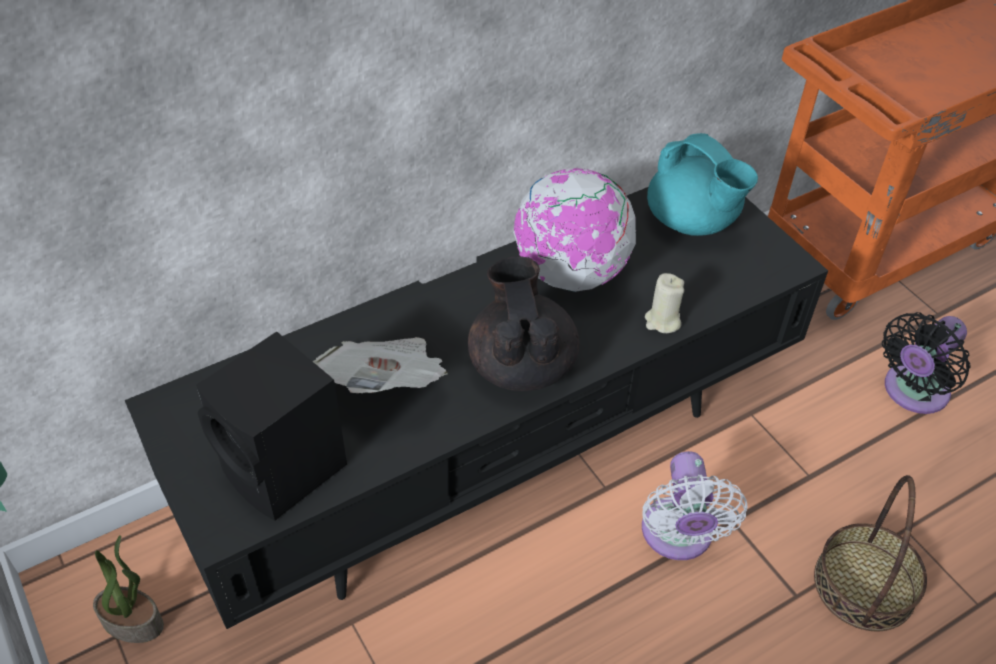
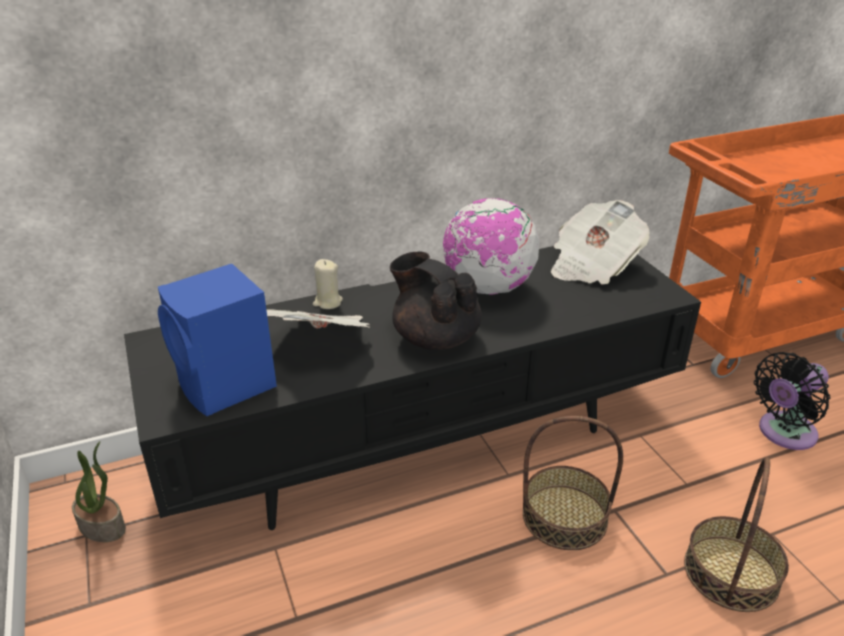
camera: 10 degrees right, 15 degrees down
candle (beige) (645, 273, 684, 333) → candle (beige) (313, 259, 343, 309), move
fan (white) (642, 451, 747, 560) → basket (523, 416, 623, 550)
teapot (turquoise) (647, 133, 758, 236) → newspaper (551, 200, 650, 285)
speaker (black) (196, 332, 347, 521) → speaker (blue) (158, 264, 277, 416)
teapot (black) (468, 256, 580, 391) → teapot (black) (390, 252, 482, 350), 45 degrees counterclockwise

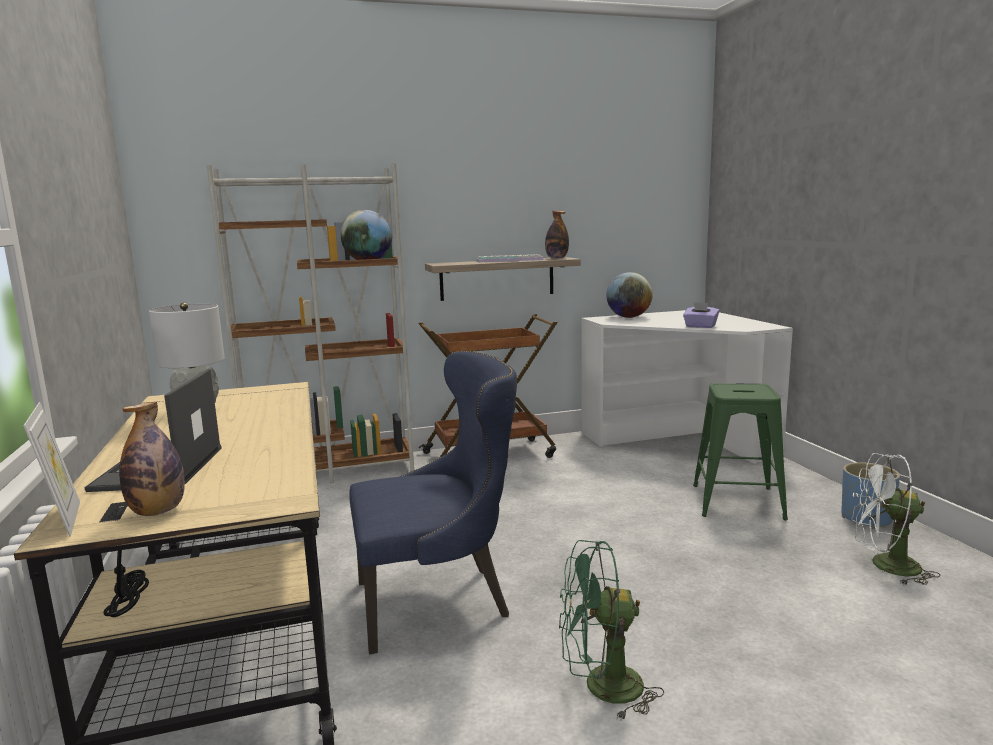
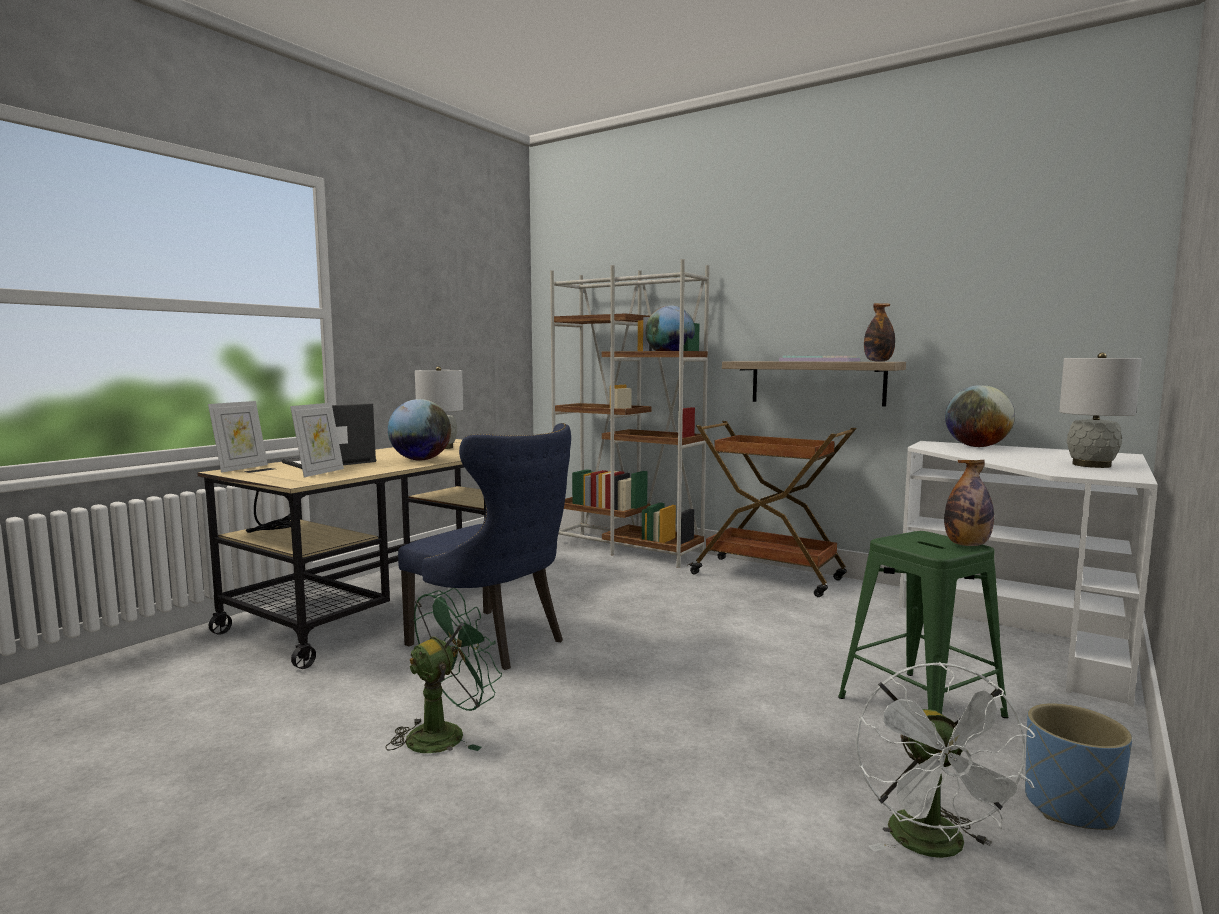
camera: 50 degrees right, 5 degrees down
tissue box (purple) (683, 302, 719, 328) → -
- → picture frame (290, 403, 344, 477)
- → globe (388, 399, 451, 461)
- → table lamp (white) (1059, 352, 1142, 468)
bottle (119, 402, 185, 516) → bottle (944, 460, 994, 546), move
fan (green) (559, 540, 664, 721) → fan (green) (385, 588, 502, 753), 90 degrees clockwise
fan (white) (851, 453, 940, 585) → fan (white) (856, 662, 1035, 858), 150 degrees counterclockwise

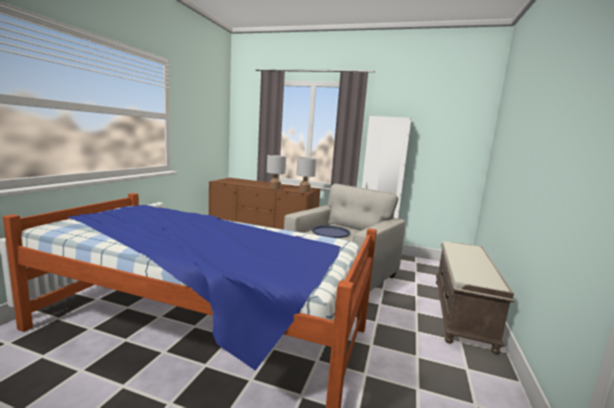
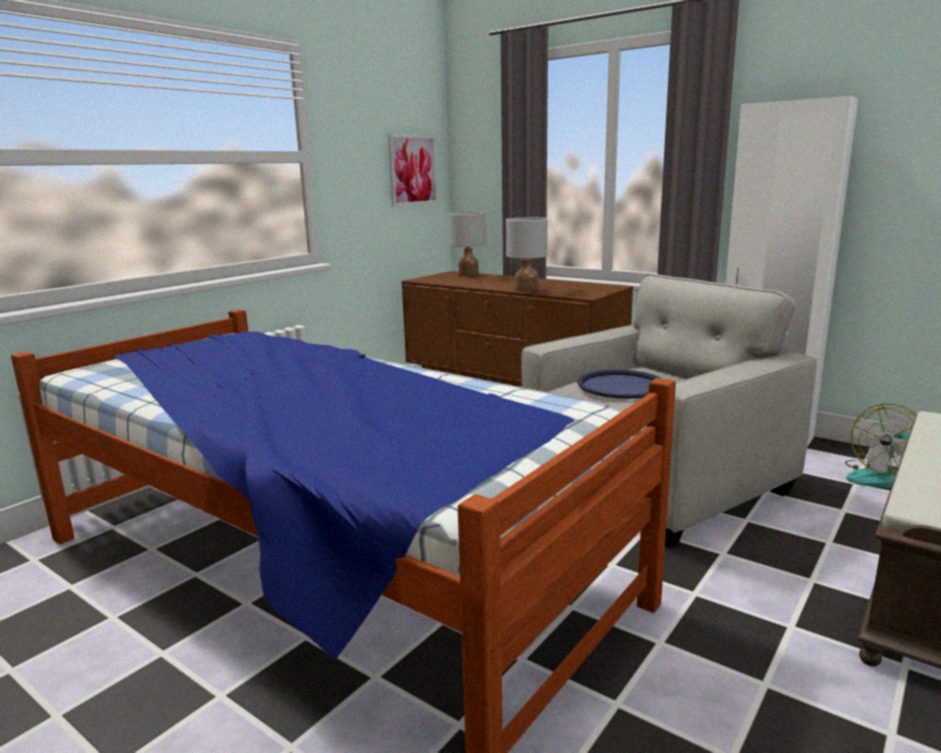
camera: 20 degrees right, 5 degrees up
- → picture (388, 134, 438, 206)
- → fan (845, 404, 917, 488)
table lamp (grey) (296, 157, 317, 192) → table lamp (grey) (450, 212, 486, 276), move

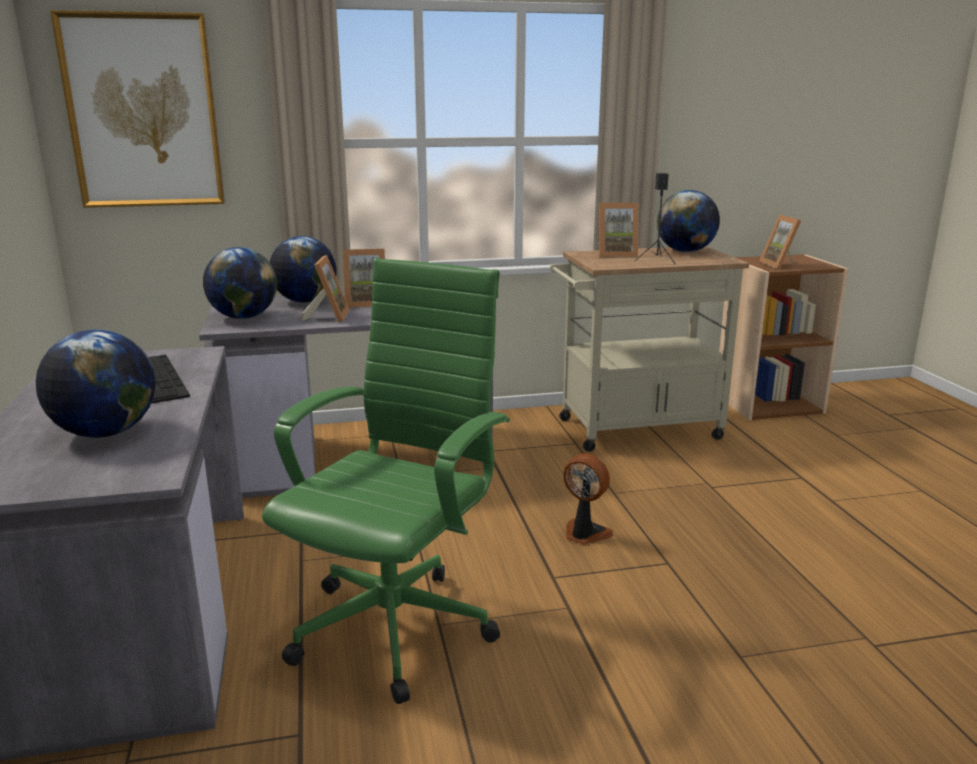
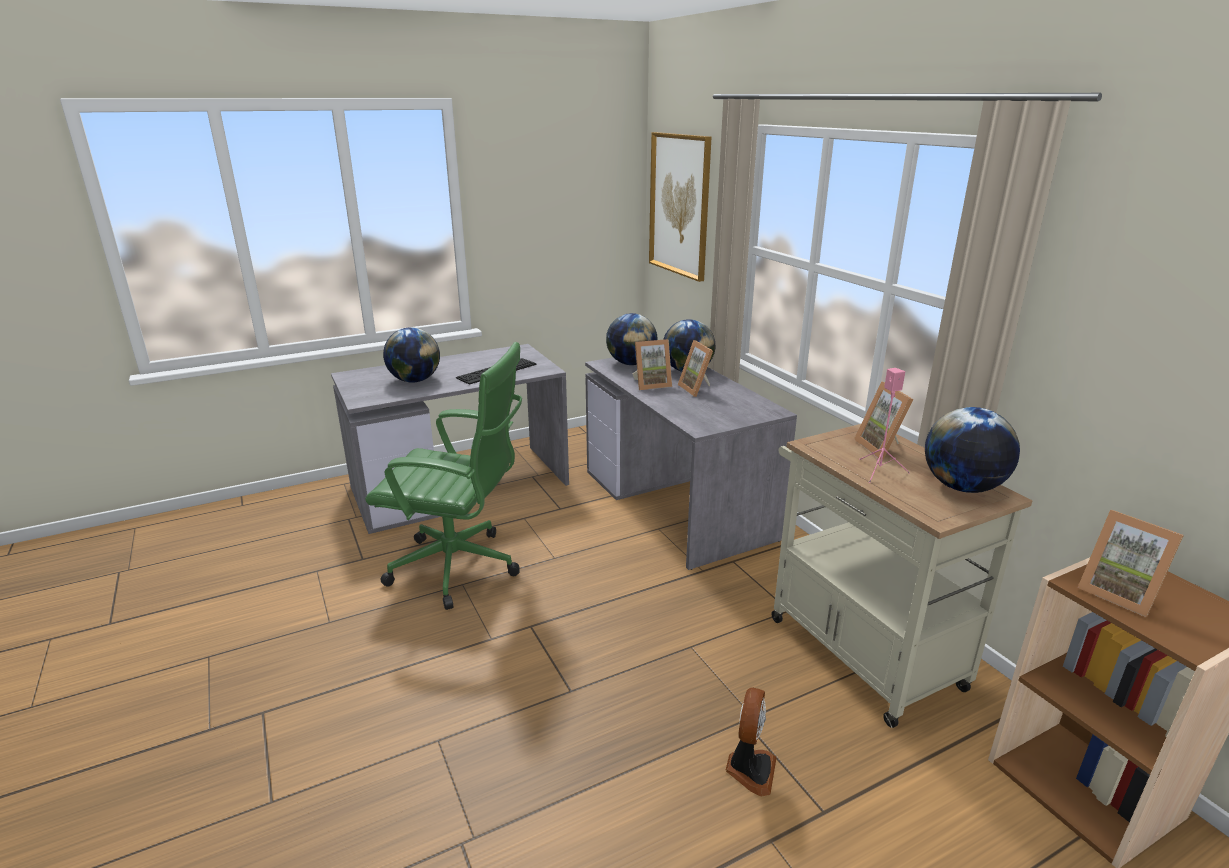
camera: 75 degrees right, 5 degrees up
fan (563, 453, 614, 545) → fan (726, 688, 777, 797), move
speaker (black) (635, 173, 675, 263) → speaker (pink) (859, 368, 910, 483)
picture frame (759, 214, 801, 270) → picture frame (1078, 510, 1184, 617), 105 degrees counterclockwise

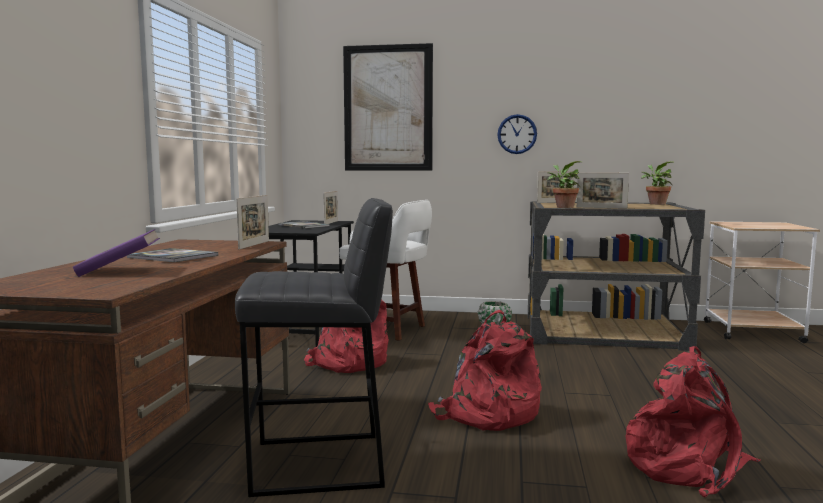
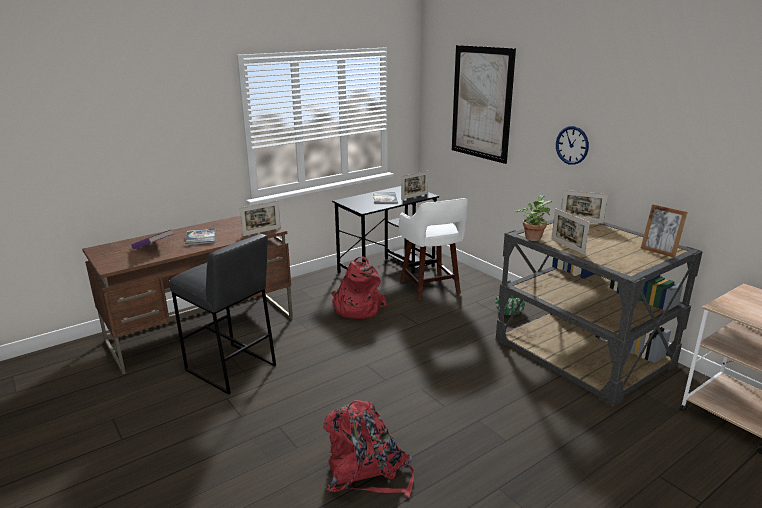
camera: 45 degrees right, 15 degrees up
backpack (red) (428, 310, 542, 431) → -
potted plant (641, 161, 675, 205) → picture frame (641, 204, 688, 258)

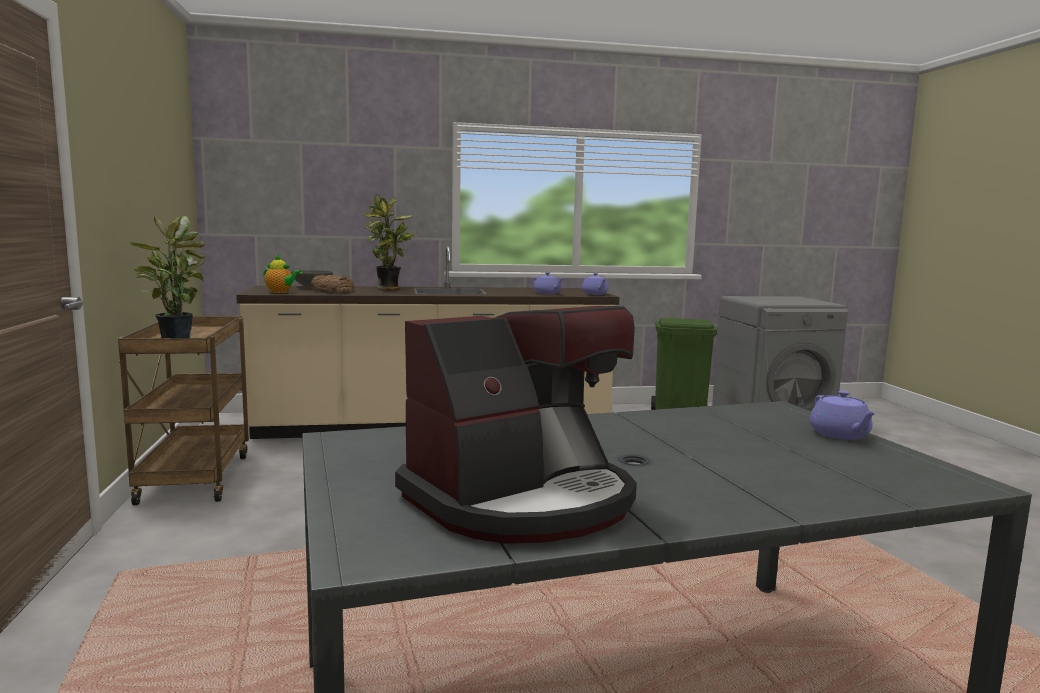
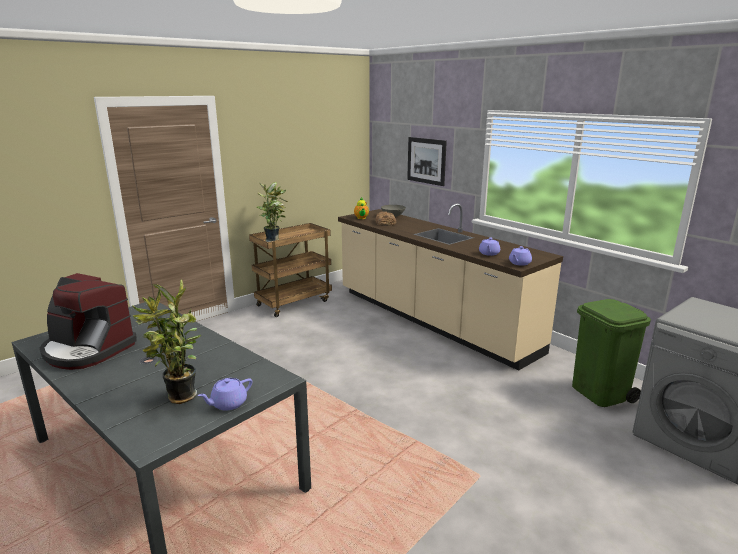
camera: 60 degrees right, 10 degrees up
- → picture (407, 137, 447, 186)
potted plant (363, 194, 415, 290) → potted plant (132, 279, 201, 404), move

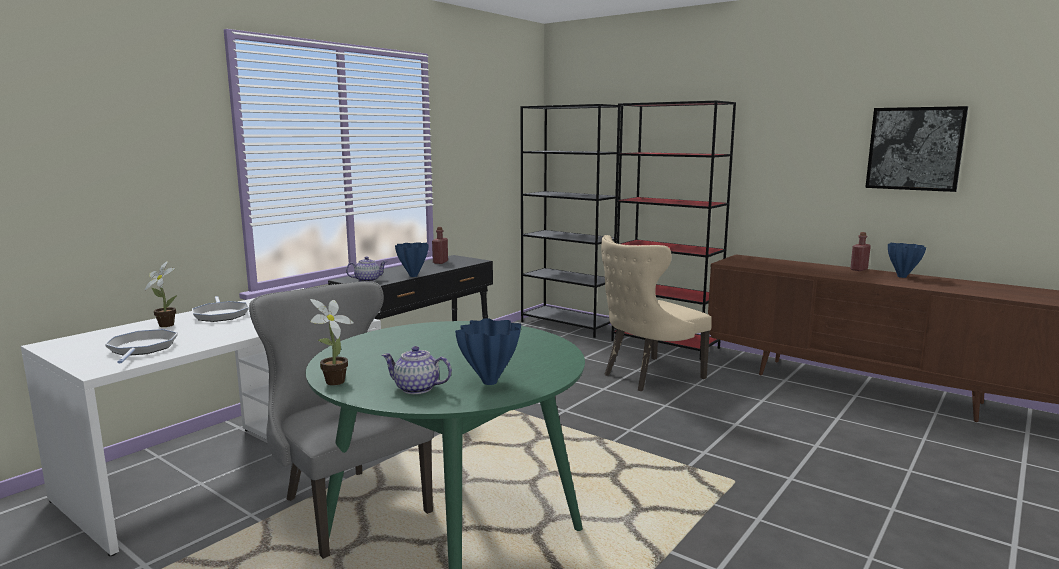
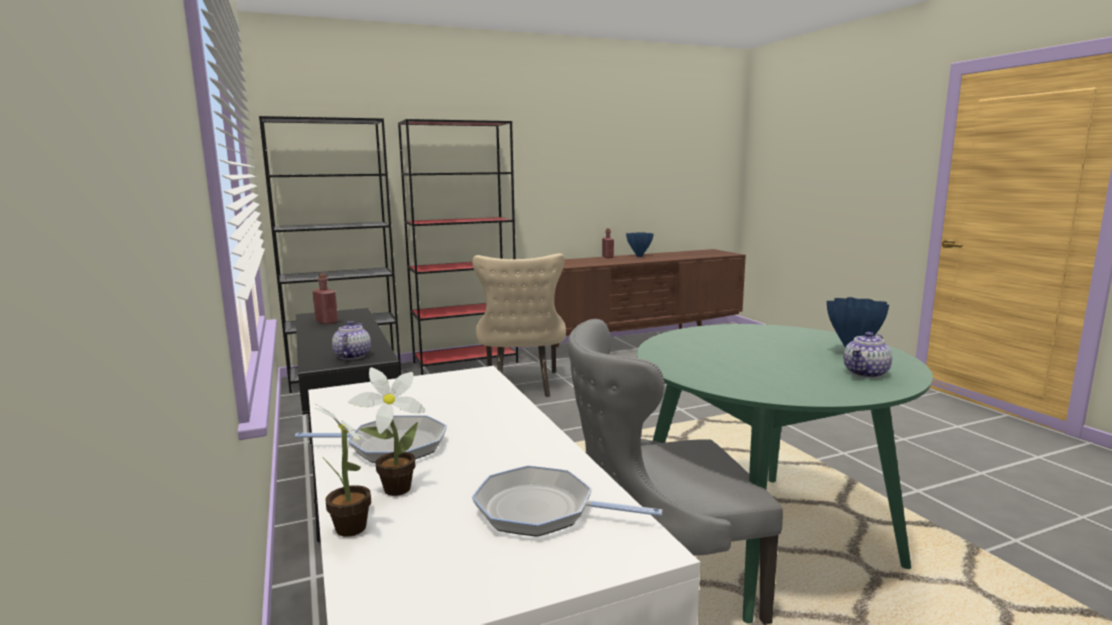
camera: 60 degrees left, 0 degrees up
vase (blue) (395, 242, 429, 277) → -
picture (865, 106, 968, 192) → -
potted plant (310, 299, 354, 385) → potted plant (315, 407, 380, 537), move

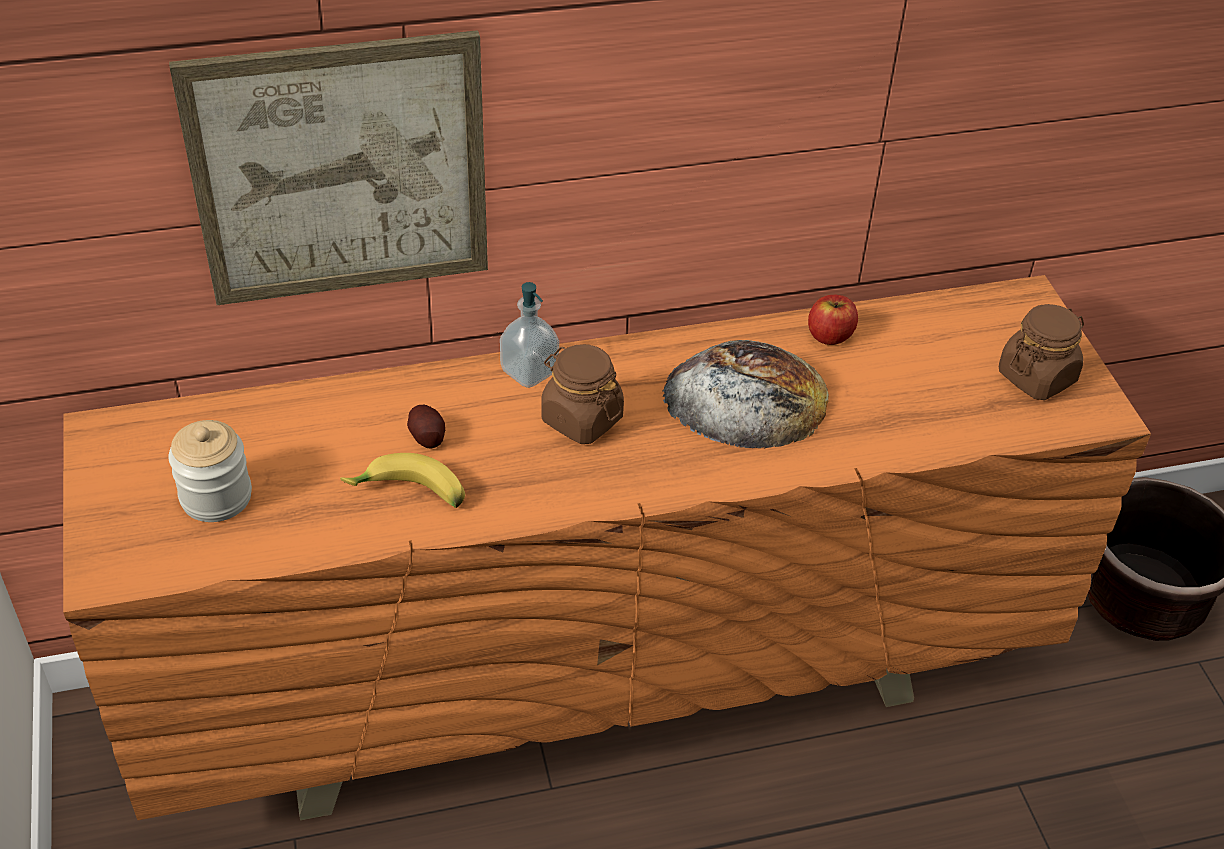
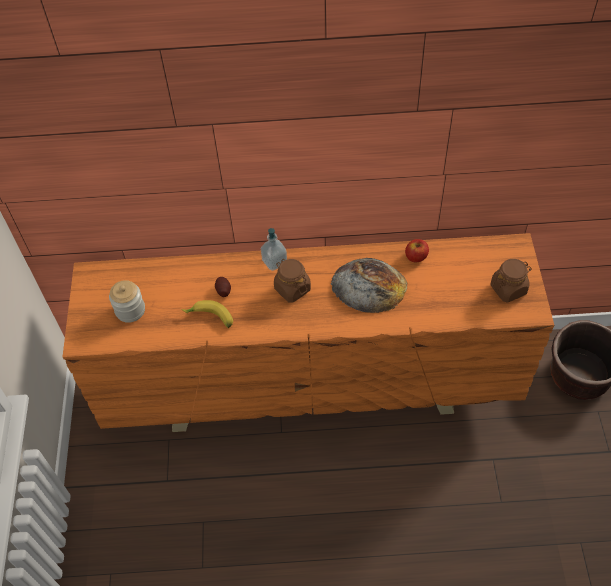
camera: 15 degrees right, 10 degrees up
picture (169, 30, 488, 305) → -

